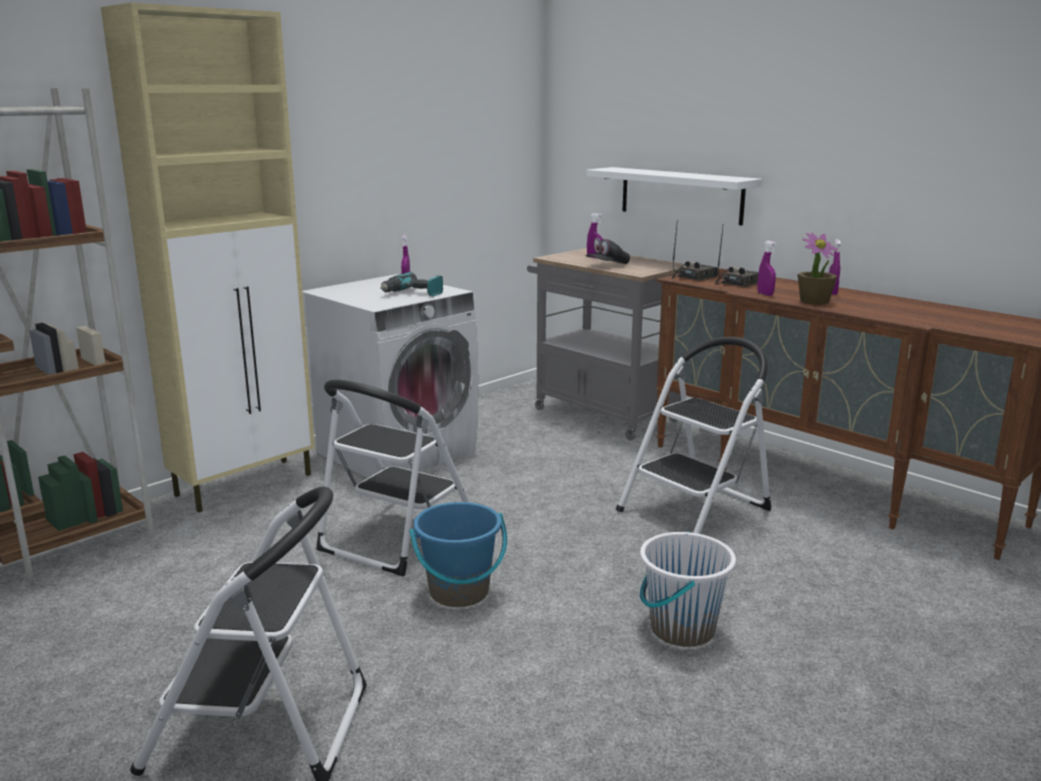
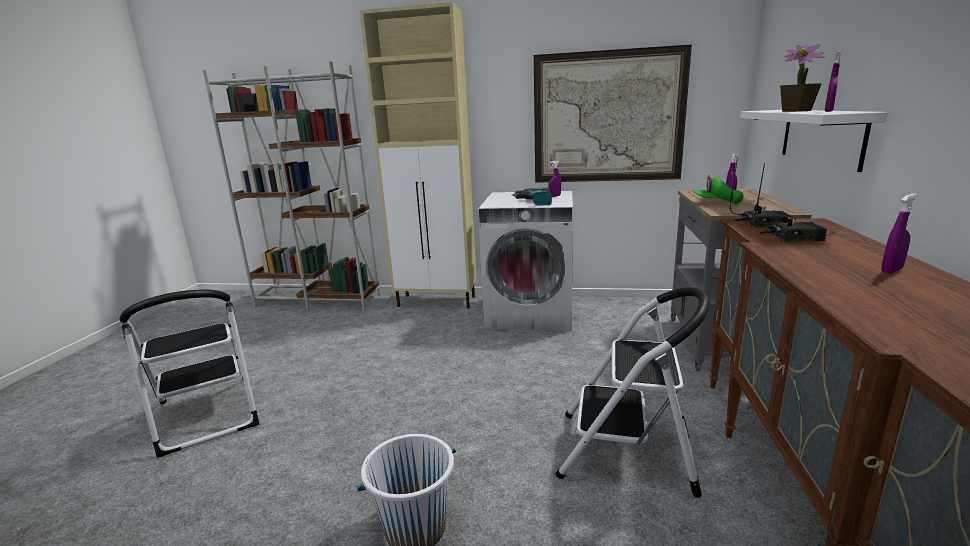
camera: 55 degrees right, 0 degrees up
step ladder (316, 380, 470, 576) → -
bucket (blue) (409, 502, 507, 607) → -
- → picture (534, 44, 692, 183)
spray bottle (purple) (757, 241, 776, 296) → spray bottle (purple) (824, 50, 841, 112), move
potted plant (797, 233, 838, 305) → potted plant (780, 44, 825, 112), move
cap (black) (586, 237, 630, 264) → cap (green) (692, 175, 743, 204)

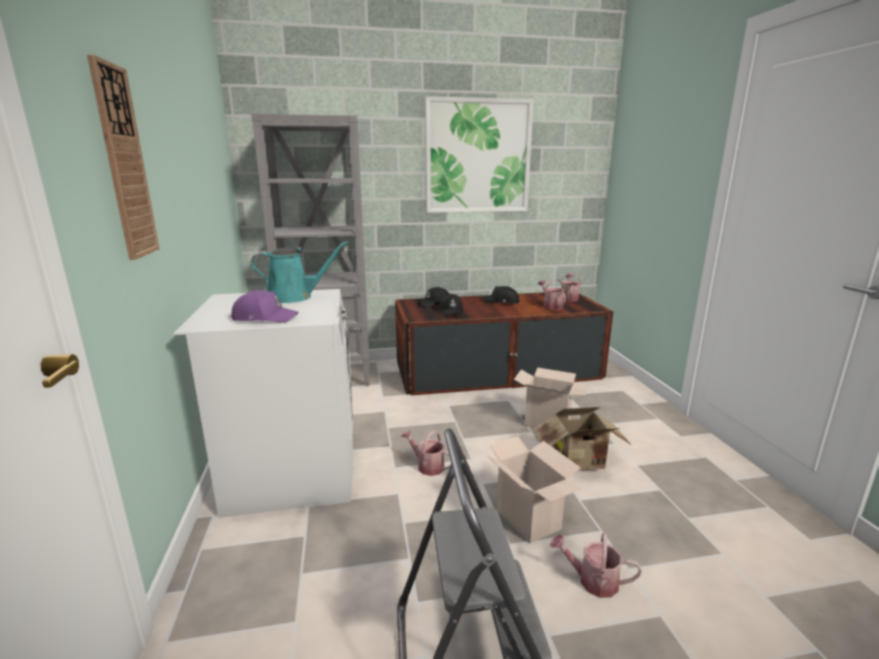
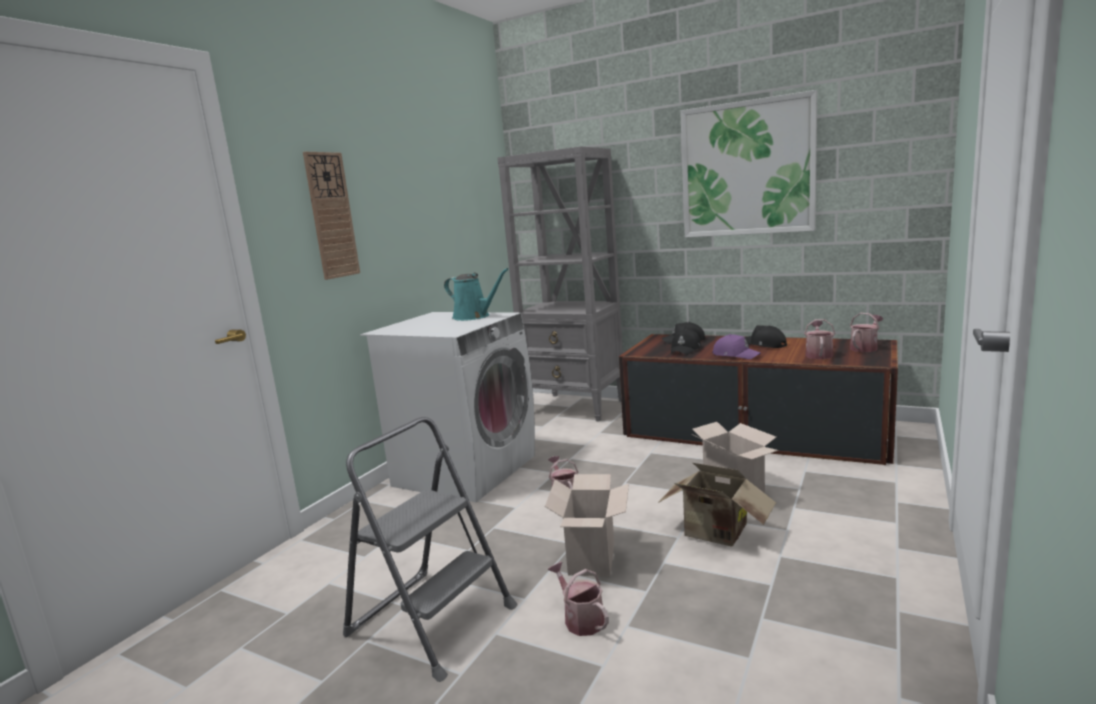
camera: 40 degrees right, 5 degrees down
cap (purple) (231, 290, 299, 323) → cap (purple) (712, 334, 761, 359), move

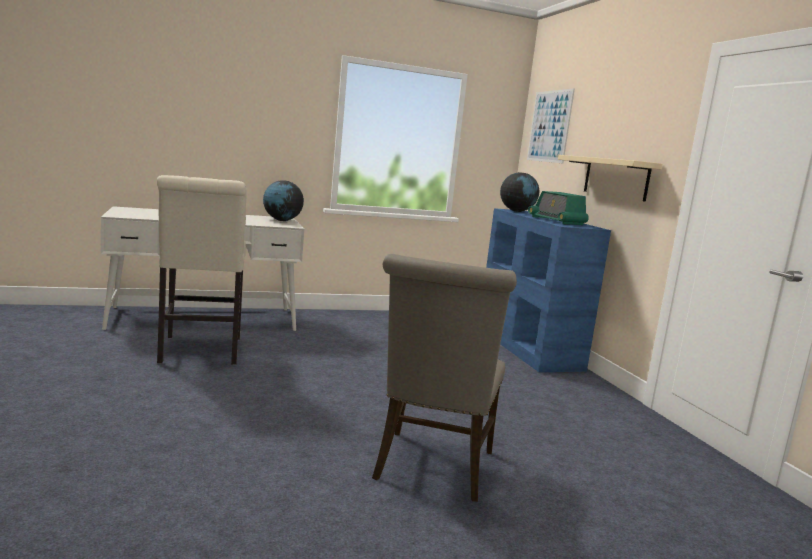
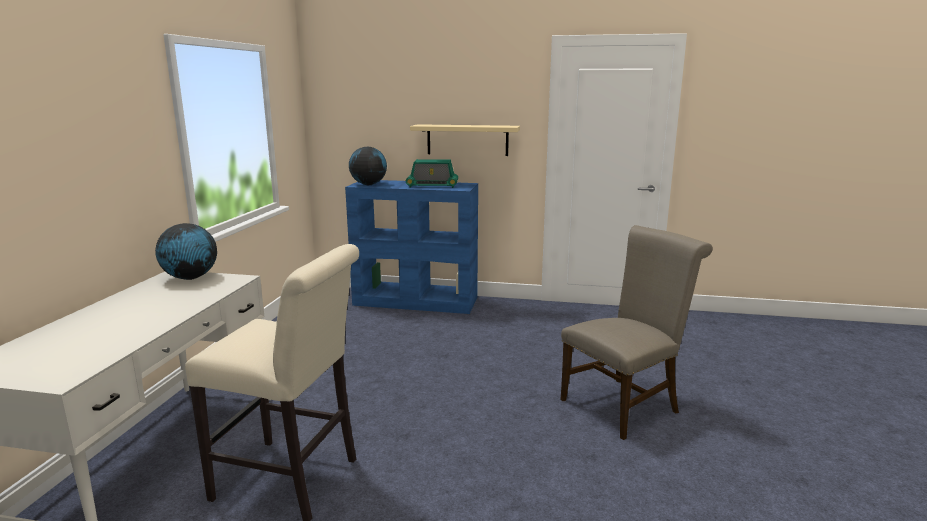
camera: 60 degrees left, 5 degrees up
picture (527, 88, 575, 163) → -
chair (beige) (372, 254, 517, 502) → chair (beige) (560, 225, 713, 440), 75 degrees counterclockwise

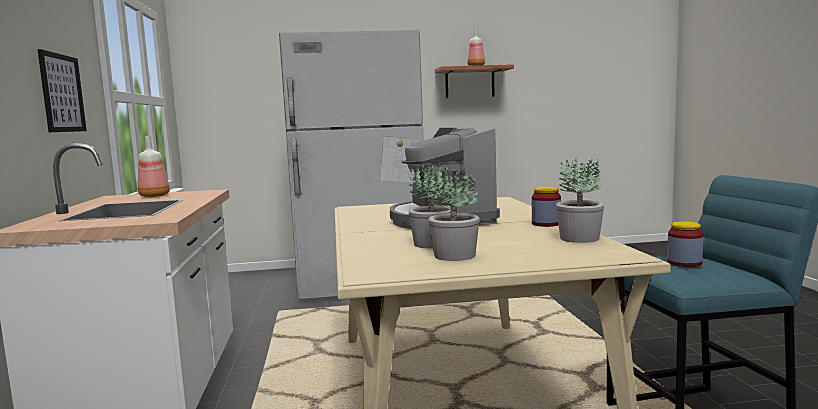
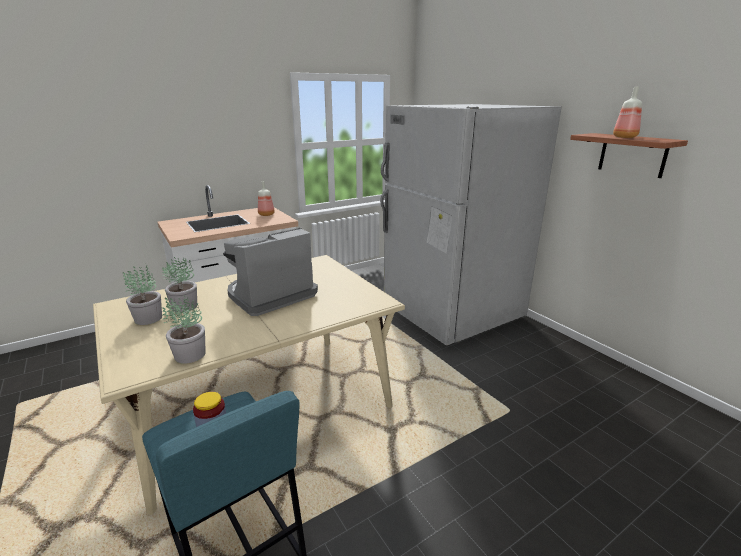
camera: 65 degrees right, 15 degrees up
picture (37, 49, 87, 132) → -
jar (532, 187, 561, 227) → -

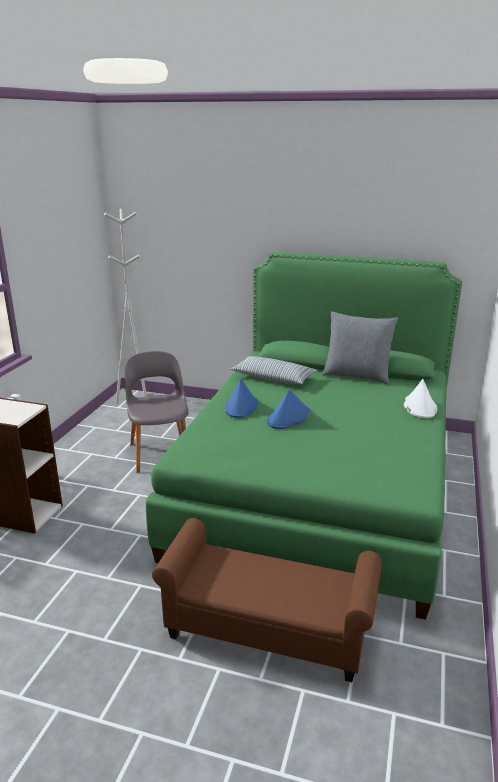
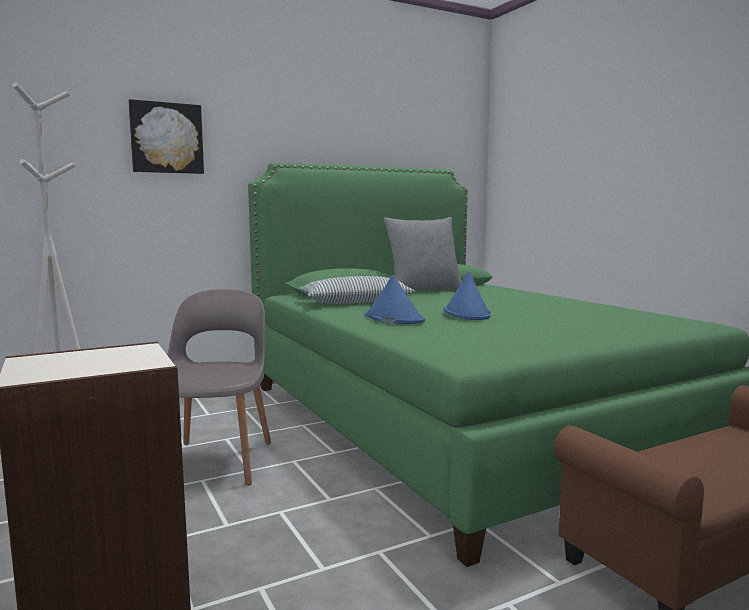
camera: 45 degrees left, 15 degrees down
hat (white) (404, 379, 437, 418) → -
- → picture (128, 99, 204, 174)
chair (grey) (125, 351, 189, 473) → chair (grey) (167, 289, 271, 486), 60 degrees clockwise

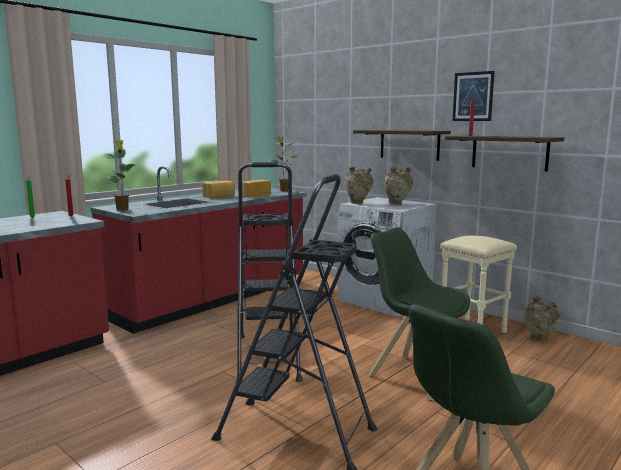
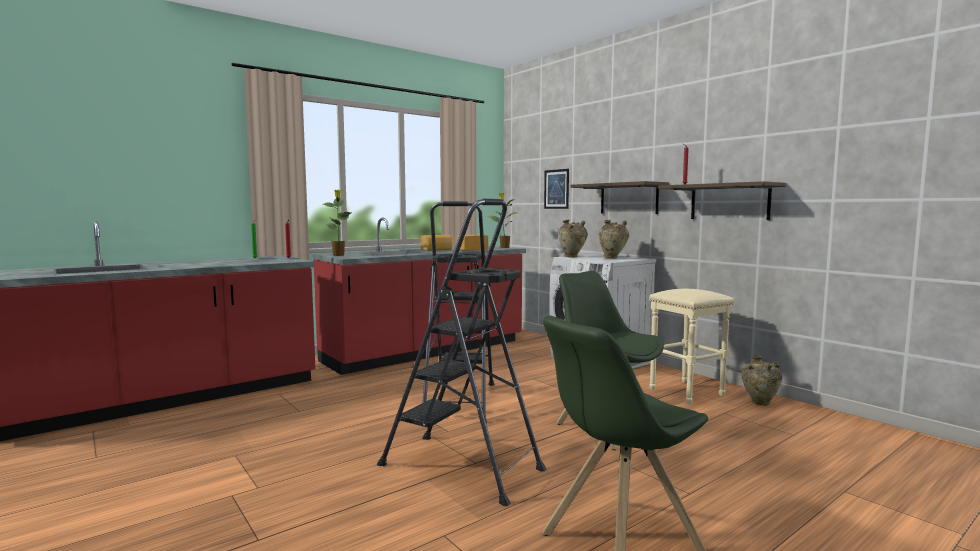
camera: 10 degrees right, 5 degrees down
picture (453, 71, 495, 121) → picture (544, 169, 569, 209), move

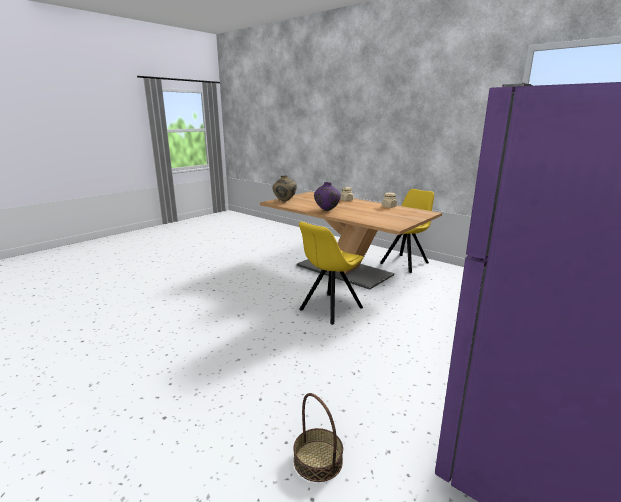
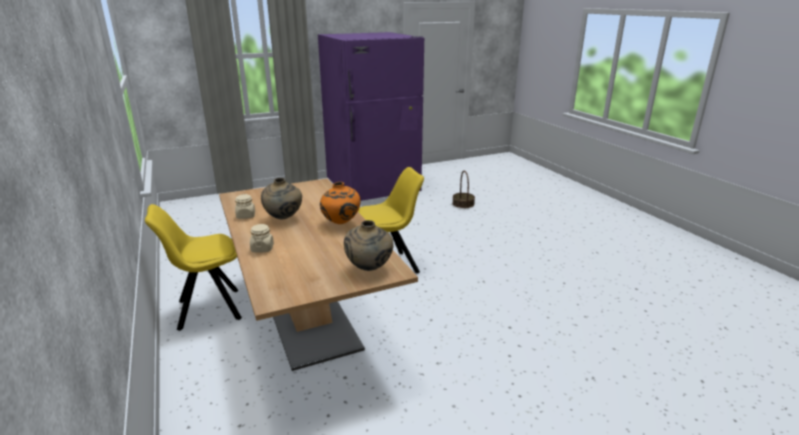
camera: 155 degrees left, 5 degrees up
- → vase (beige) (261, 178, 302, 219)
vase (purple) (314, 182, 341, 211) → vase (orange) (320, 182, 360, 224)

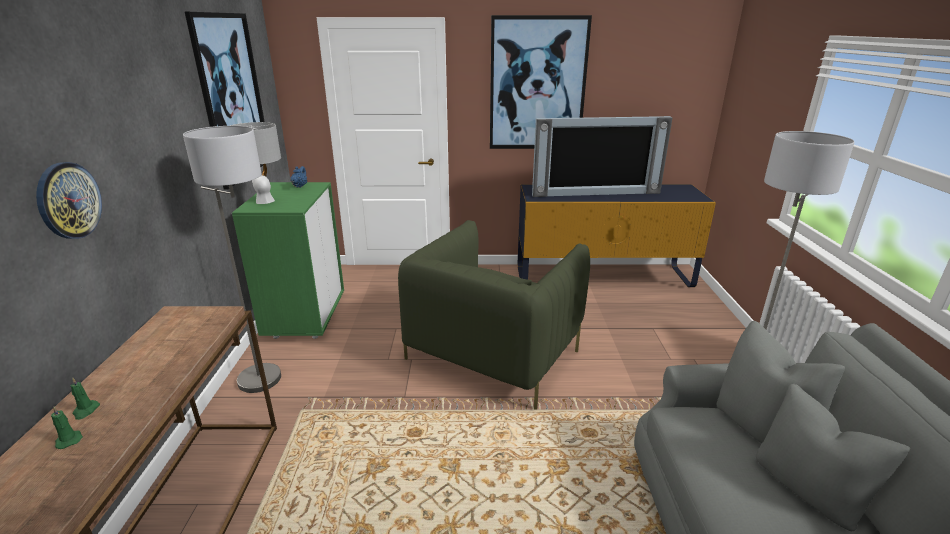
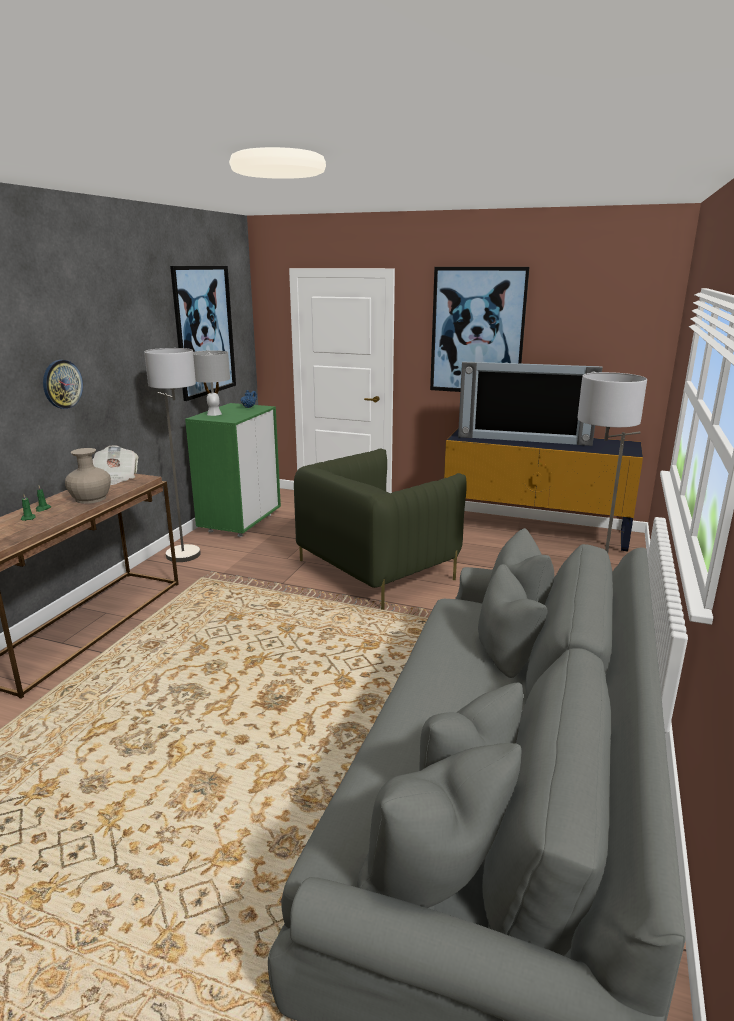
camera: 20 degrees right, 5 degrees down
- → vase (beige) (65, 448, 111, 504)
- → newspaper (93, 445, 138, 485)

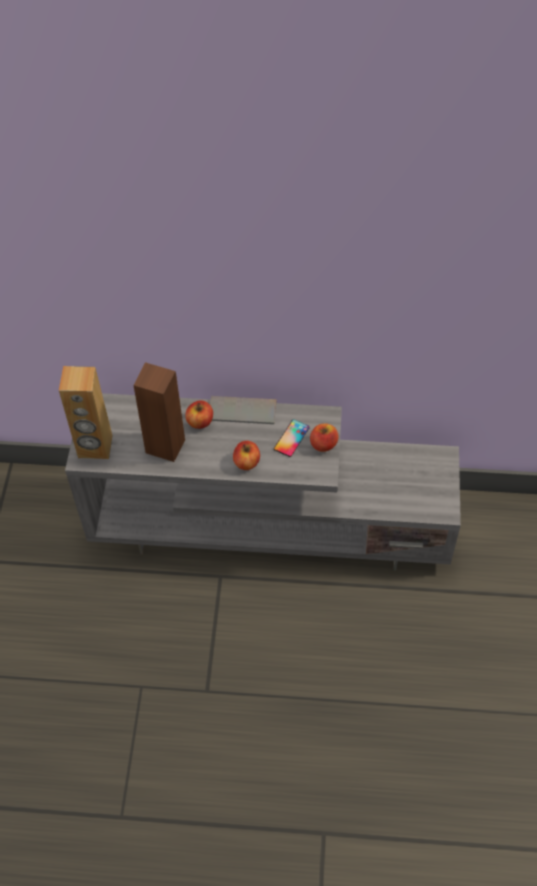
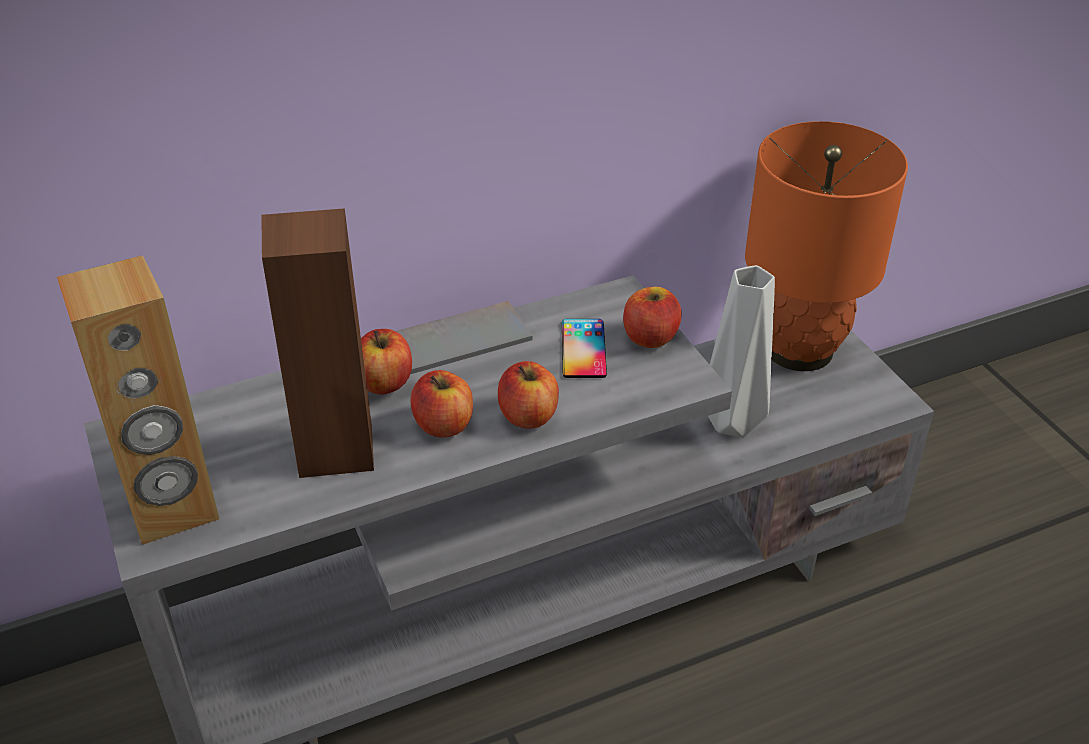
camera: 30 degrees left, 15 degrees down
- → apple (410, 370, 473, 438)
- → vase (grey) (708, 265, 775, 437)
- → table lamp (orange) (745, 121, 908, 371)

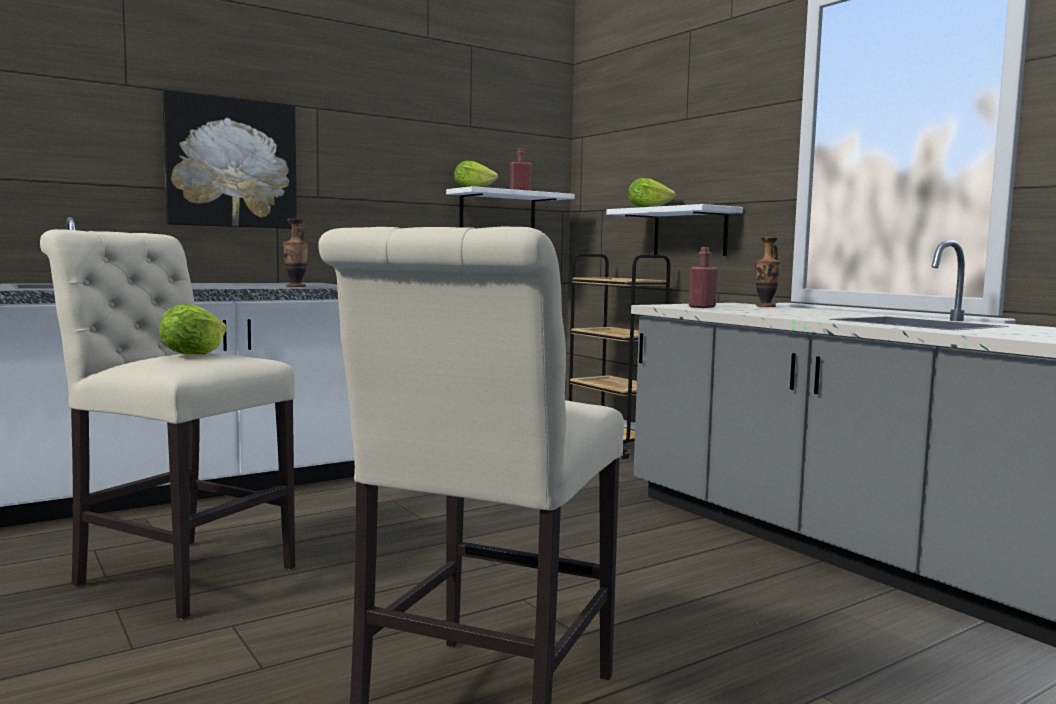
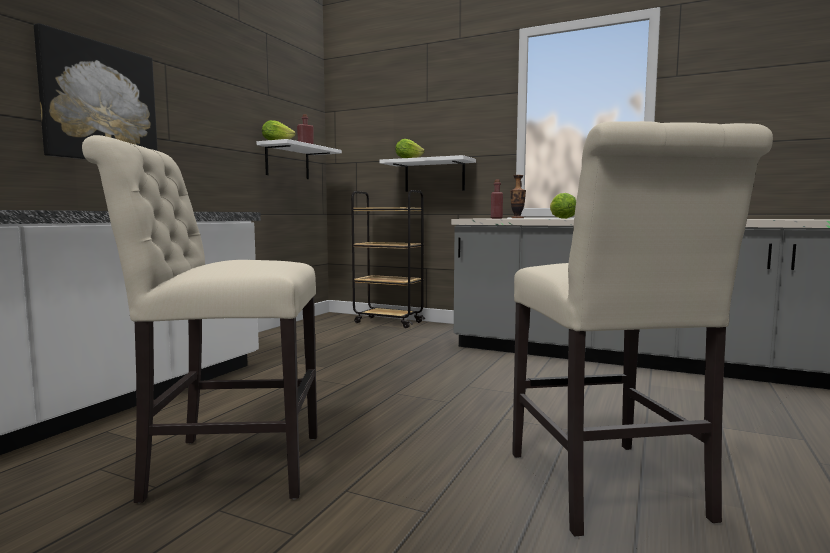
camera: 30 degrees left, 0 degrees up
vase (283, 219, 308, 287) → -
lettuce (159, 305, 227, 355) → lettuce (550, 193, 576, 219), move

